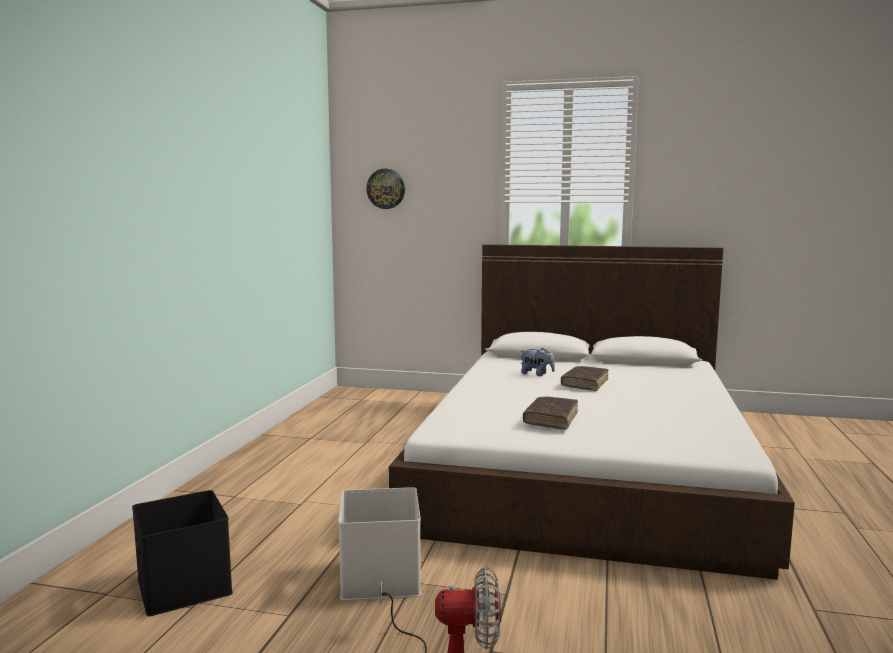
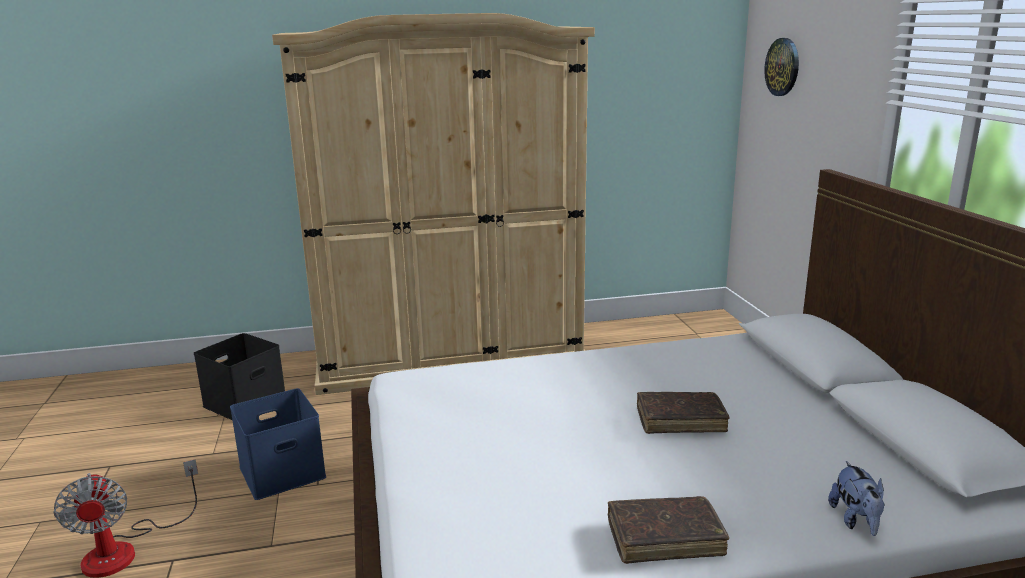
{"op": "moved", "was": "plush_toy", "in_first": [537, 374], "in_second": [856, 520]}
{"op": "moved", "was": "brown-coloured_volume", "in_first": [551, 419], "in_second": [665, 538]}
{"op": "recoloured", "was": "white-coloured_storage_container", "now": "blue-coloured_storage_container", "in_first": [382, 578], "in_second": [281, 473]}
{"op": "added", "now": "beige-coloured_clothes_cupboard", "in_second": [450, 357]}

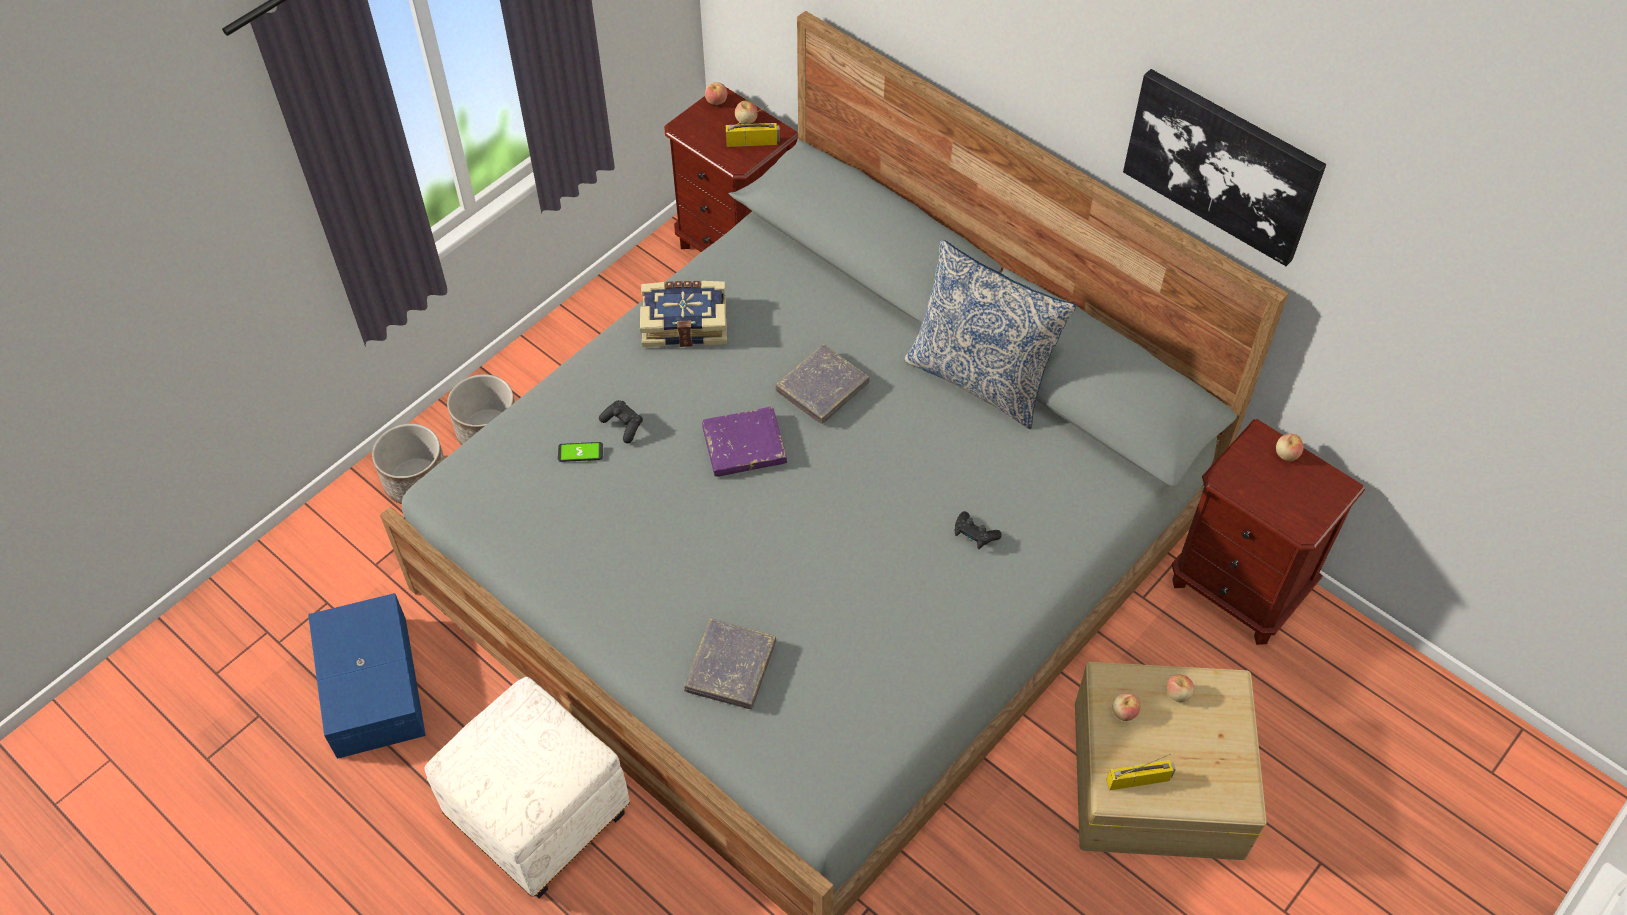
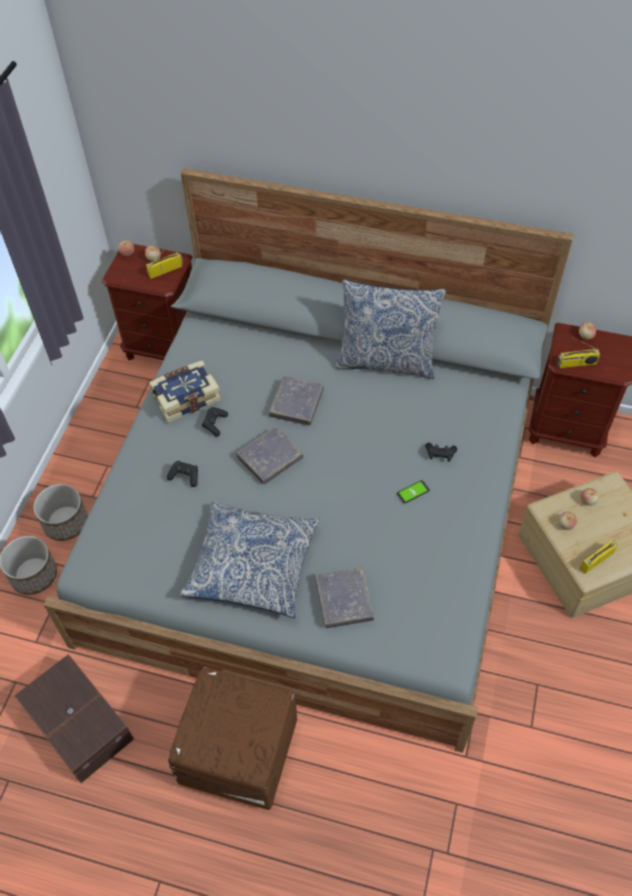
{"op": "removed", "was": "wall_art", "in_first": [1222, 165]}
{"op": "recoloured", "was": "purple_volume", "now": "grey_volume", "in_first": [744, 445], "in_second": [269, 457]}
{"op": "moved", "was": "phone", "in_first": [580, 452], "in_second": [413, 492]}
{"op": "recoloured", "was": "blue-coloured_storage_container", "now": "brown-coloured_storage_container", "in_first": [374, 685], "in_second": [79, 722]}
{"op": "recoloured", "was": "white-coloured_footrest", "now": "brown-coloured_footrest", "in_first": [541, 816], "in_second": [241, 754]}
{"op": "added", "now": "radio_set", "in_second": [576, 364]}
{"op": "added", "now": "blackish_game_controller", "in_second": [214, 424]}
{"op": "added", "now": "throw_pillow", "in_second": [252, 565]}

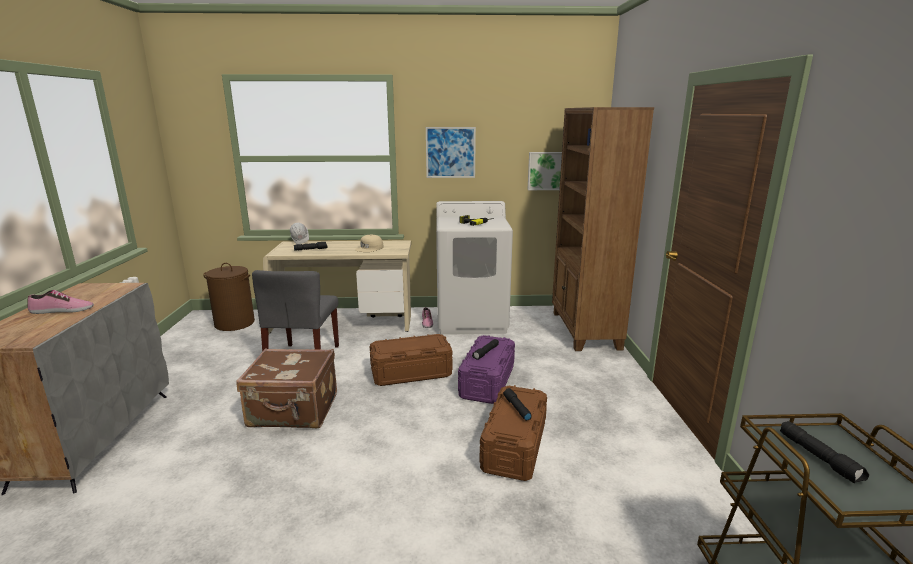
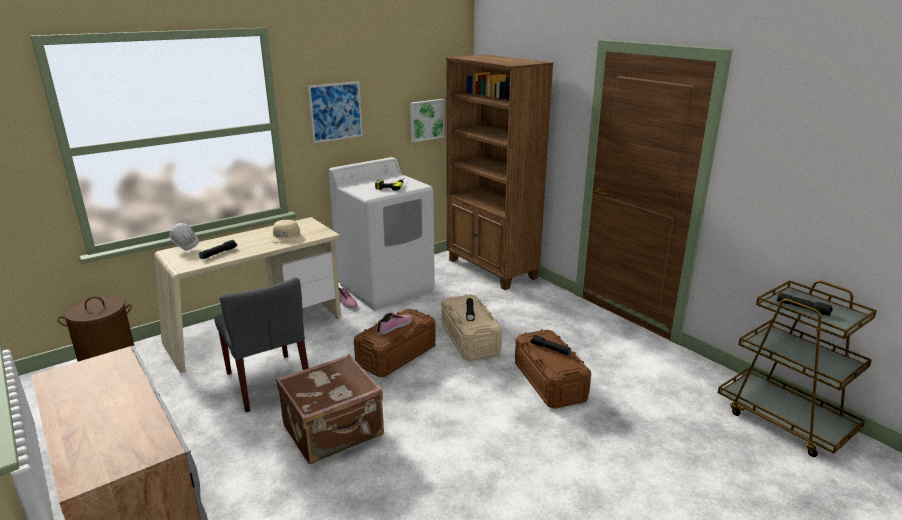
{"op": "moved", "was": "shoe", "in_first": [62, 310], "in_second": [395, 326]}
{"op": "recoloured", "was": "purple_storage_container", "now": "beige-coloured_storage_container", "in_first": [487, 382], "in_second": [470, 339]}

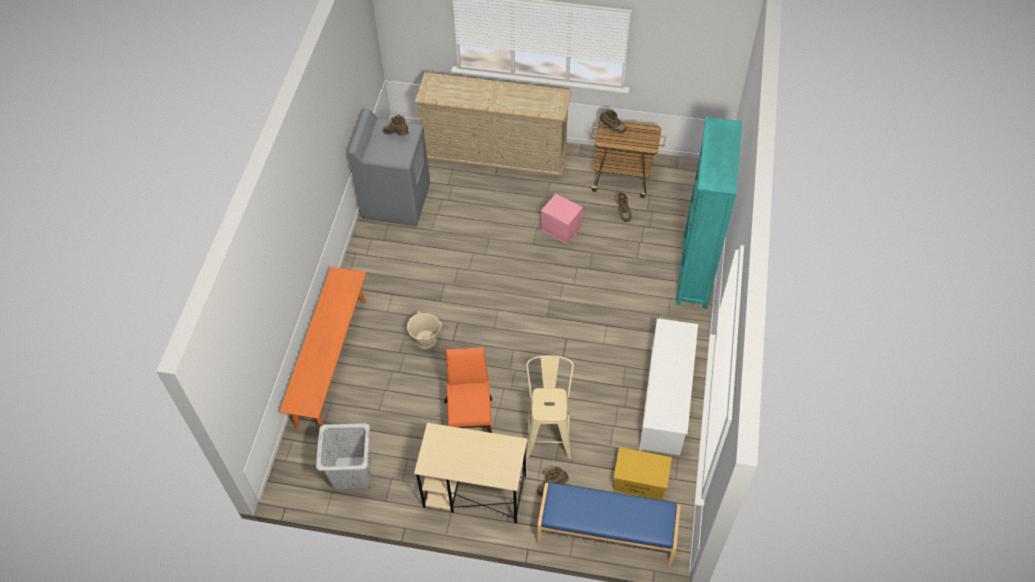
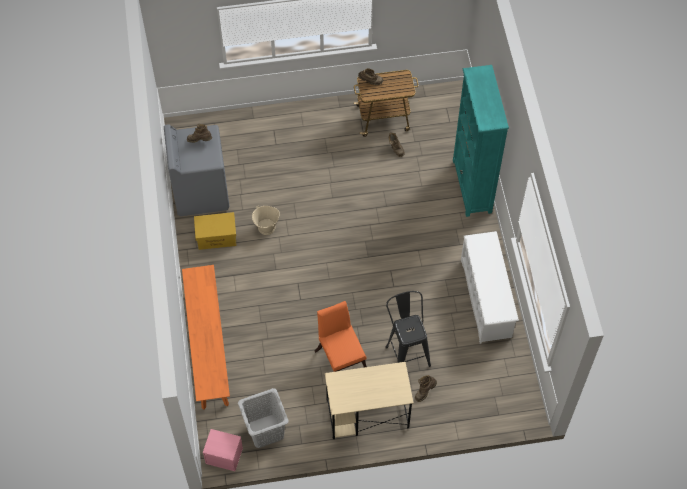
{"op": "removed", "was": "beige-coloured_dresser", "in_first": [496, 159]}
{"op": "moved", "was": "pink_storage_container", "in_first": [561, 228], "in_second": [224, 455]}
{"op": "moved", "was": "beige-coloured_bucket", "in_first": [425, 340], "in_second": [266, 227]}
{"op": "recoloured", "was": "beige-coloured_stool_seat", "now": "blackish_stool_seat", "in_first": [548, 434], "in_second": [406, 352]}
{"op": "moved", "was": "yellow-coloured_storage_container", "in_first": [639, 481], "in_second": [216, 237]}
{"op": "removed", "was": "blue-coloured_indoor_bench", "in_first": [606, 535]}

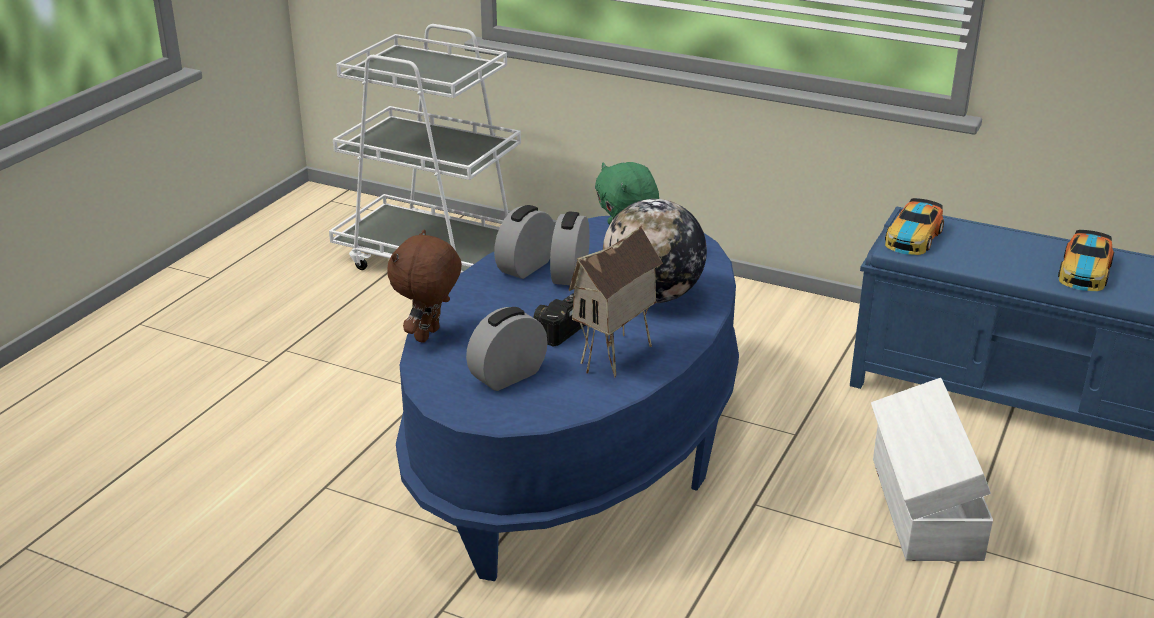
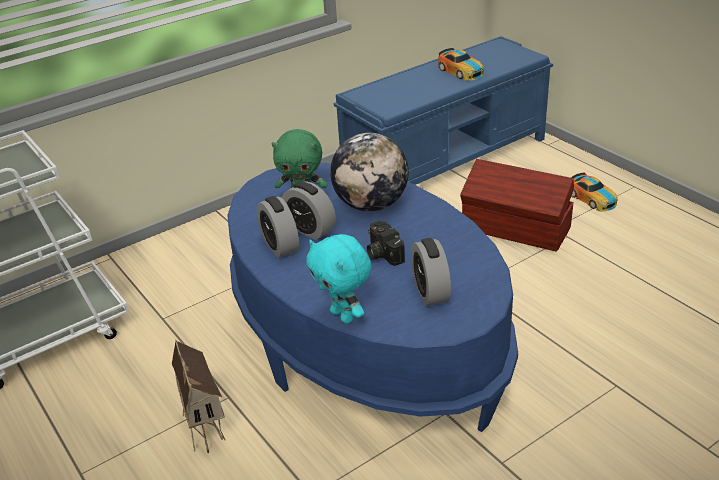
{"op": "moved", "was": "model_car", "in_first": [913, 237], "in_second": [592, 198]}
{"op": "moved", "was": "model_house", "in_first": [616, 359], "in_second": [206, 431]}
{"op": "recoloured", "was": "brown-coloured_plush_toy", "now": "turquoise_plush_toy", "in_first": [429, 336], "in_second": [343, 316]}
{"op": "recoloured", "was": "white-coloured_storage_container", "now": "brown-coloured_storage_container", "in_first": [923, 509], "in_second": [516, 229]}

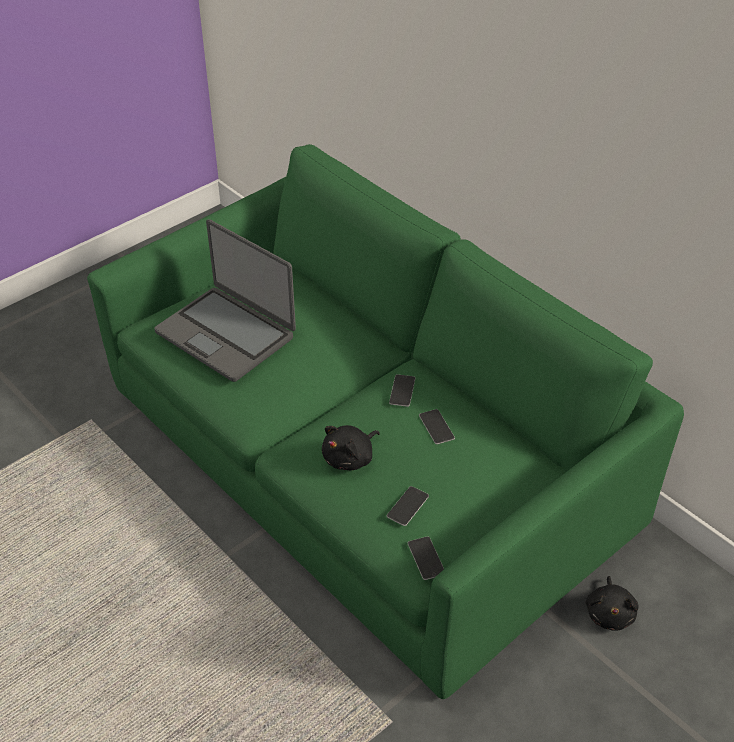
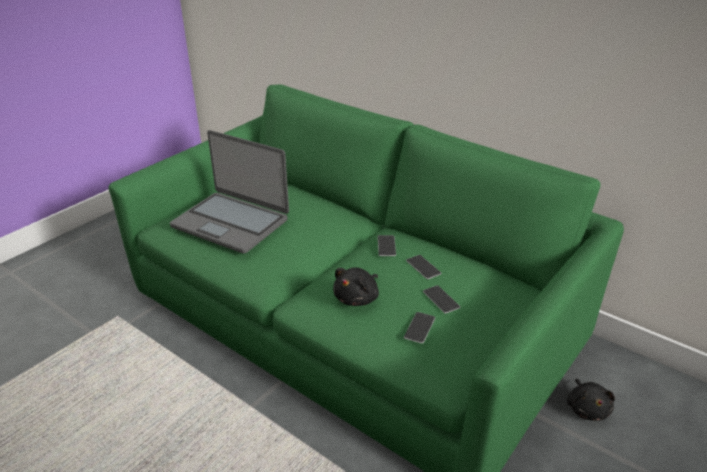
{"op": "moved", "was": "phone", "in_first": [426, 558], "in_second": [441, 299]}

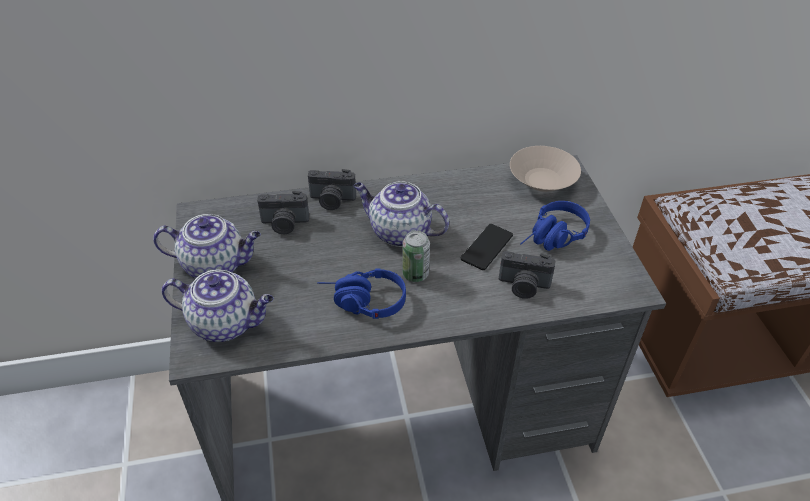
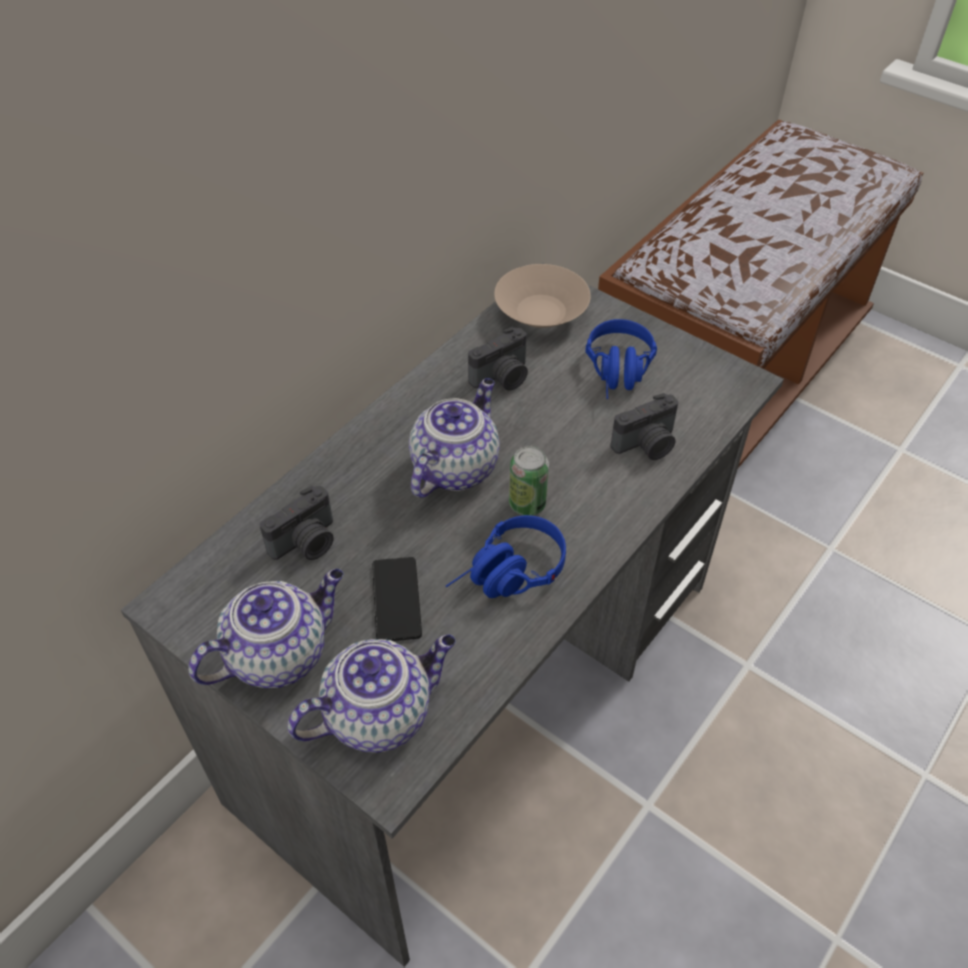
{"op": "moved", "was": "still_camera", "in_first": [332, 200], "in_second": [502, 378]}
{"op": "turned", "was": "pot_for_tea", "in_first": [398, 232], "in_second": [455, 466], "clockwise": 135}
{"op": "moved", "was": "phone", "in_first": [486, 247], "in_second": [396, 599]}

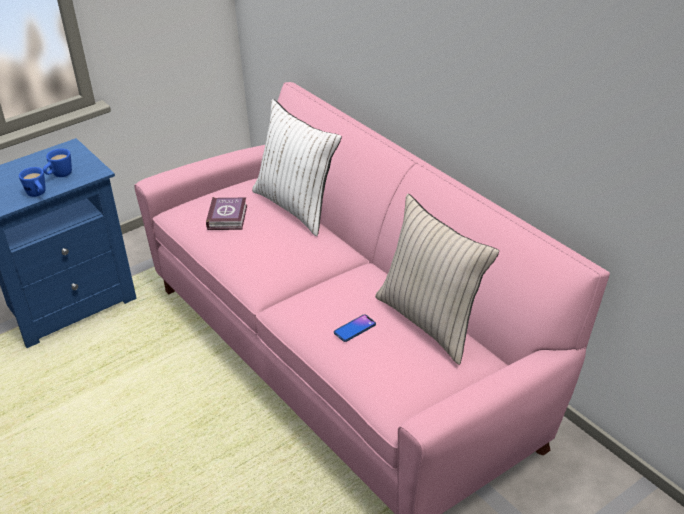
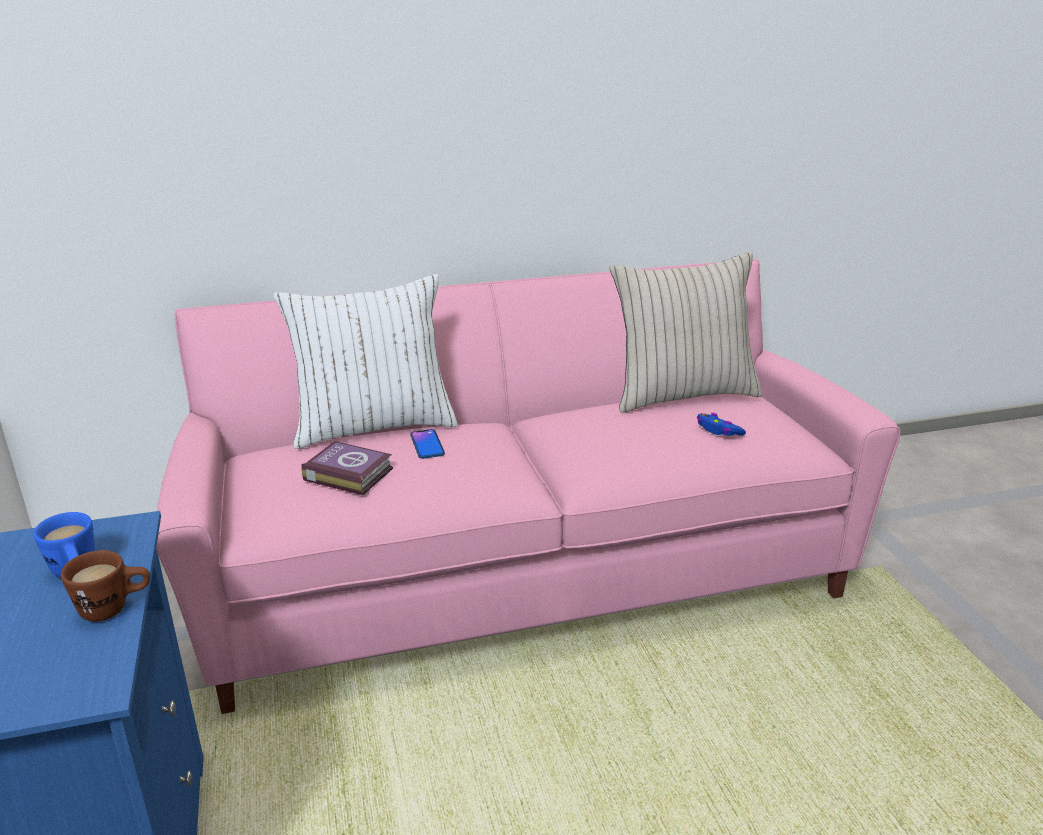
{"op": "recoloured", "was": "blue-coloured_tea_mug", "now": "brown-coloured_tea_mug", "in_first": [38, 194], "in_second": [115, 608]}
{"op": "moved", "was": "phone", "in_first": [355, 329], "in_second": [427, 445]}
{"op": "added", "now": "blue-coloured_game_controller", "in_second": [718, 430]}

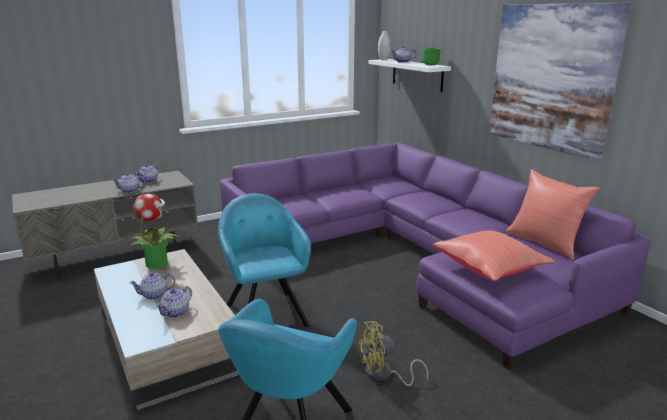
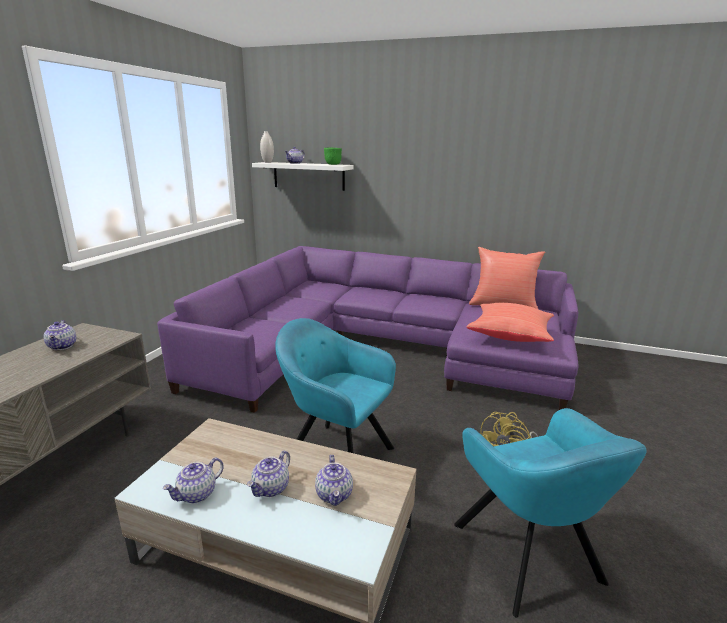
{"op": "removed", "was": "wall_art", "in_first": [551, 78]}
{"op": "moved", "was": "pot_for_tea", "in_first": [129, 191], "in_second": [197, 494]}
{"op": "removed", "was": "houseplant", "in_first": [157, 263]}

